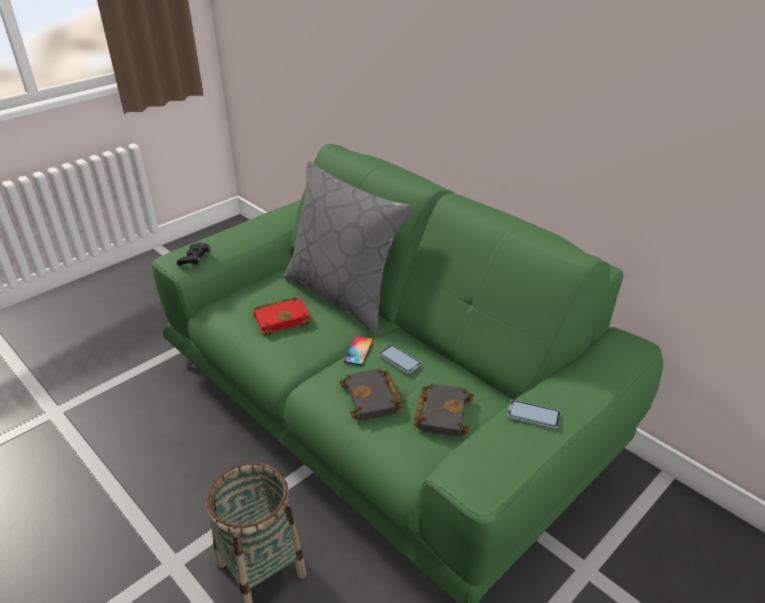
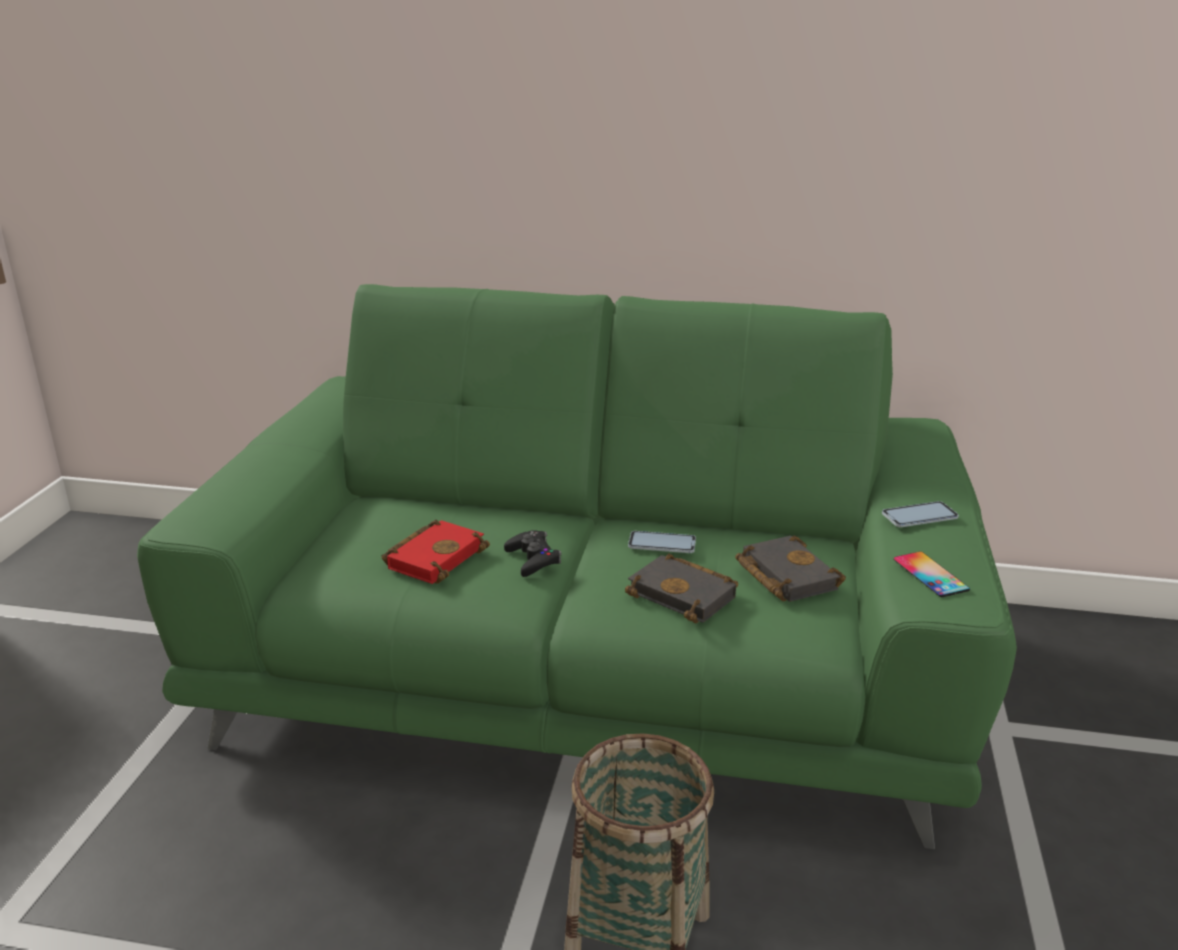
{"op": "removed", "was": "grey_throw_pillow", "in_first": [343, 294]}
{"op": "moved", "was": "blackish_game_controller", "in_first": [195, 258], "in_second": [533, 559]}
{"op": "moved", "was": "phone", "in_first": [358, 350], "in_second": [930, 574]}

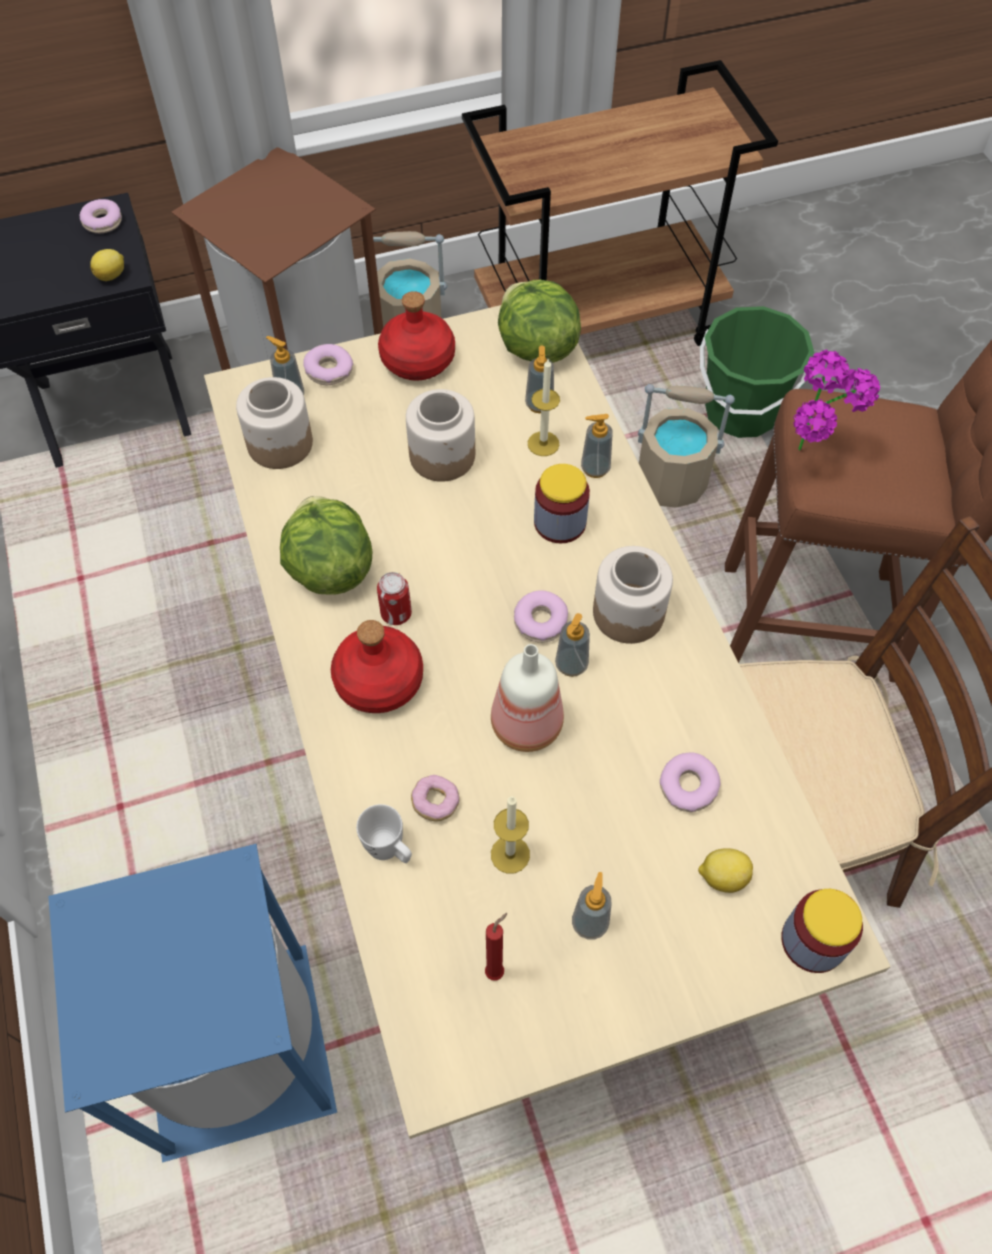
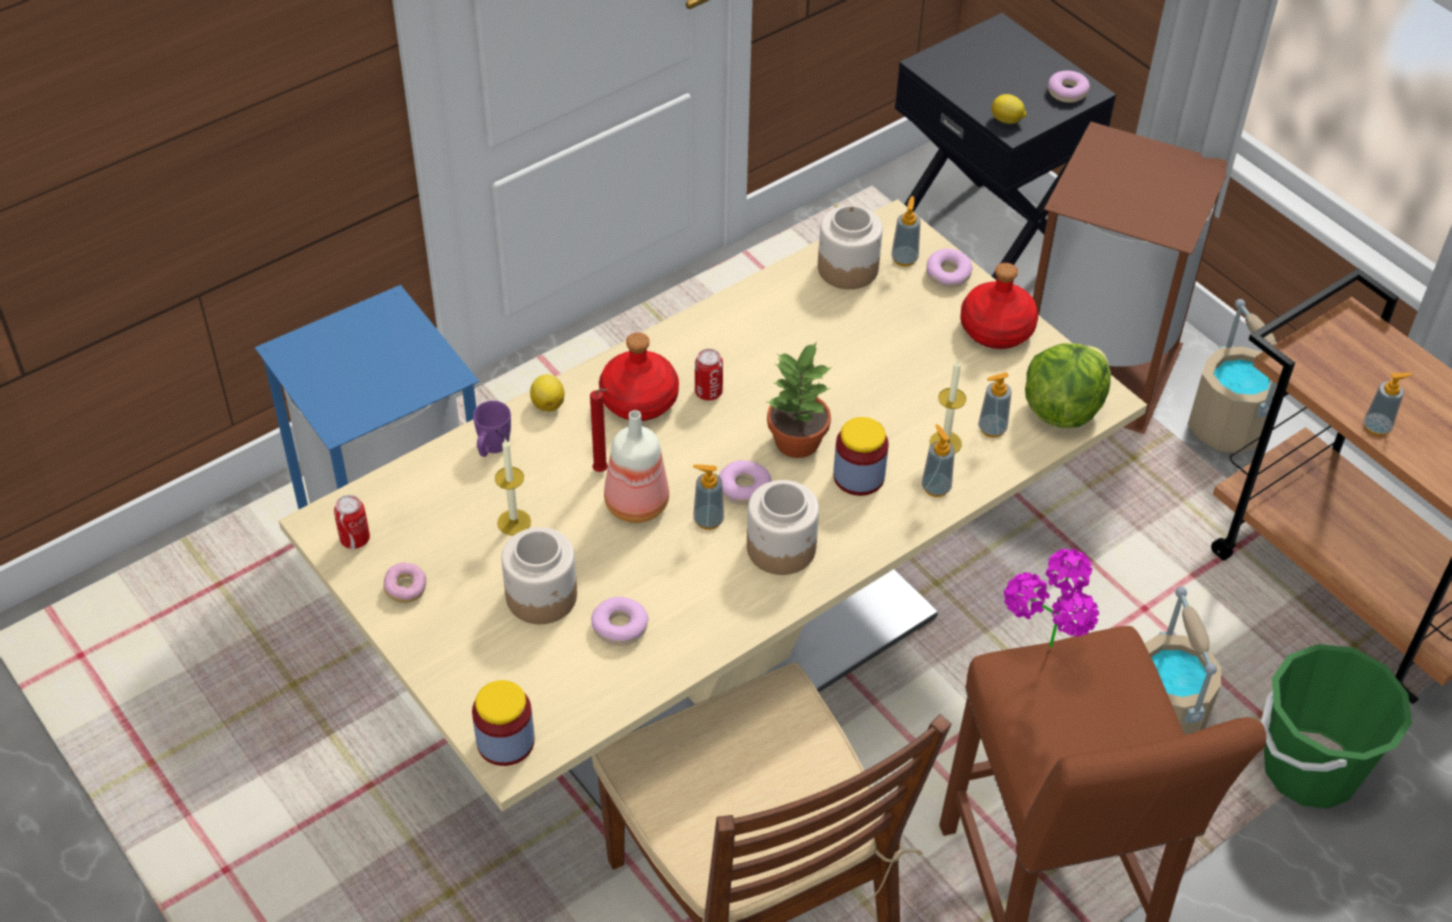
{"op": "moved", "was": "storage_jar", "in_first": [443, 455], "in_second": [542, 596]}
{"op": "removed", "was": "lettuce_head", "in_first": [329, 569]}
{"op": "moved", "was": "donut", "in_first": [435, 802], "in_second": [406, 589]}
{"op": "recoloured", "was": "white-coloured_tea_mug", "now": "purple_tea_mug", "in_first": [389, 849], "in_second": [492, 448]}
{"op": "moved", "was": "citrus_fruit", "in_first": [722, 876], "in_second": [548, 403]}
{"op": "moved", "was": "liquid_soap_bottle", "in_first": [590, 922], "in_second": [1377, 427]}
{"op": "moved", "was": "red-coloured_wax_candle", "in_first": [497, 970], "in_second": [602, 471]}
{"op": "added", "now": "houseplant", "in_second": [796, 441]}
{"op": "added", "now": "sealed_can", "in_second": [355, 539]}

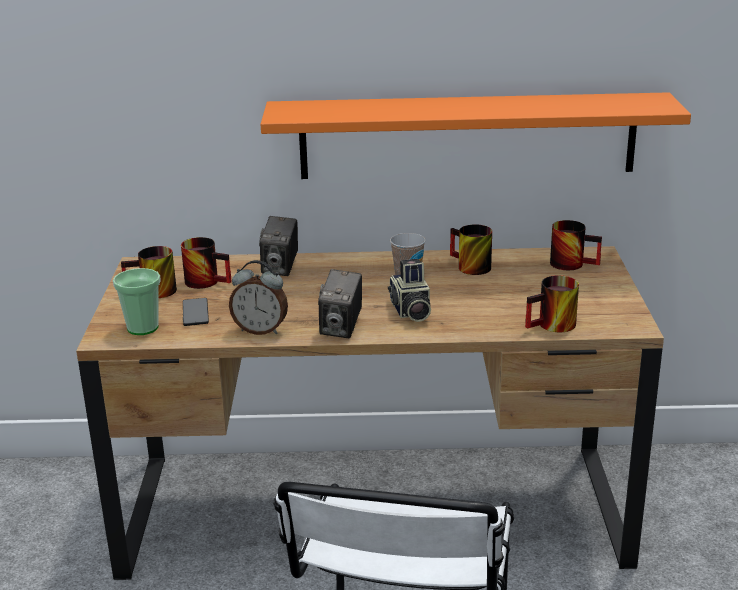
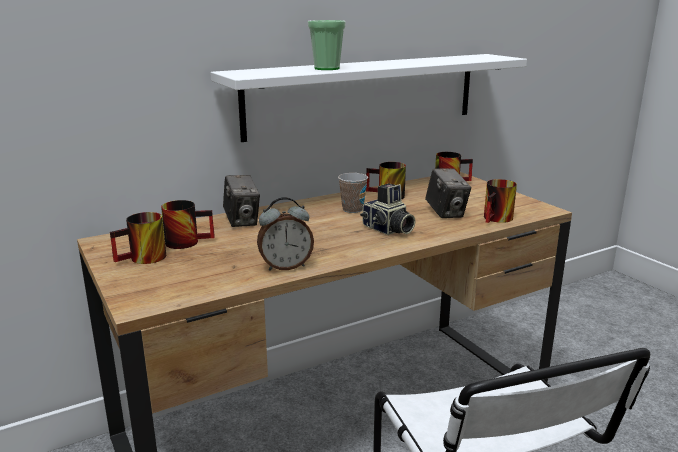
{"op": "recoloured", "was": "orangey_wall_shelf", "now": "white-coloured_wall_shelf", "in_first": [467, 136], "in_second": [364, 94]}
{"op": "moved", "was": "drinking_cup", "in_first": [143, 328], "in_second": [327, 68]}
{"op": "moved", "was": "still_camera", "in_first": [341, 328], "in_second": [446, 213]}
{"op": "removed", "was": "phone", "in_first": [195, 313]}

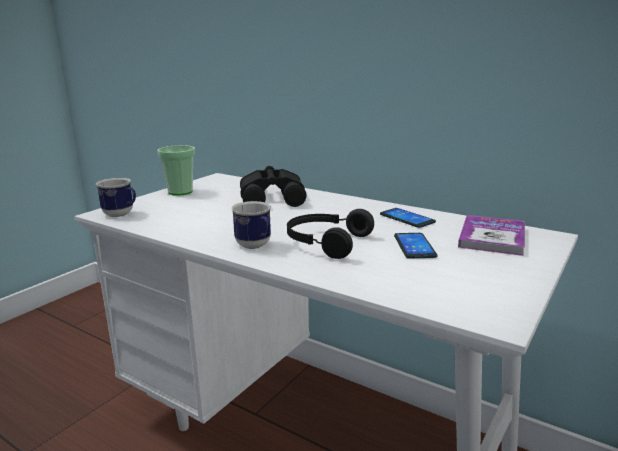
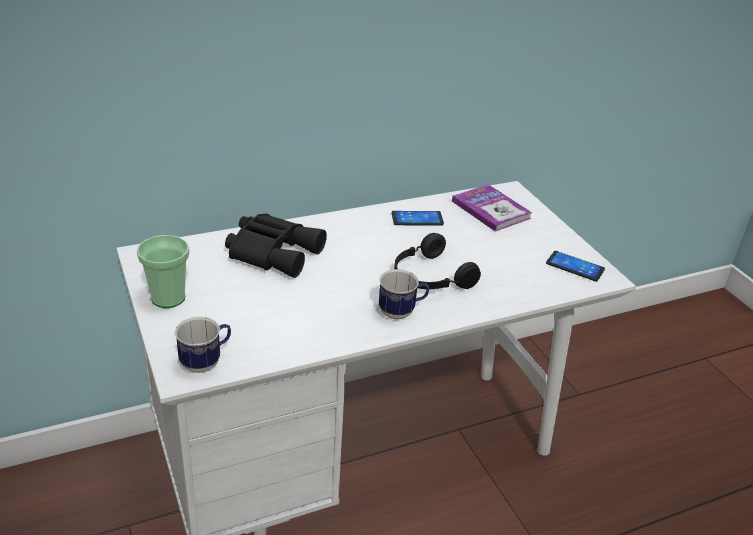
{"op": "moved", "was": "phone", "in_first": [414, 246], "in_second": [575, 267]}

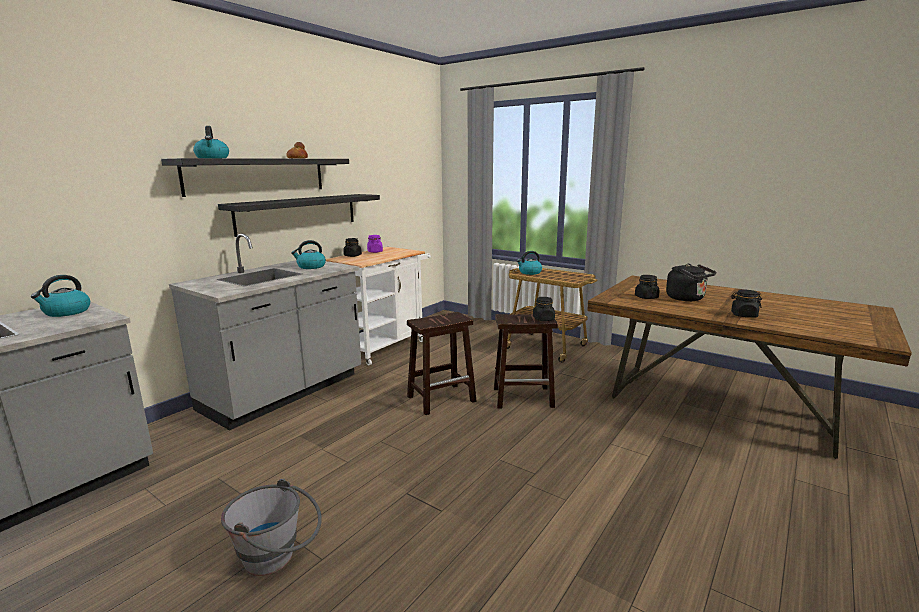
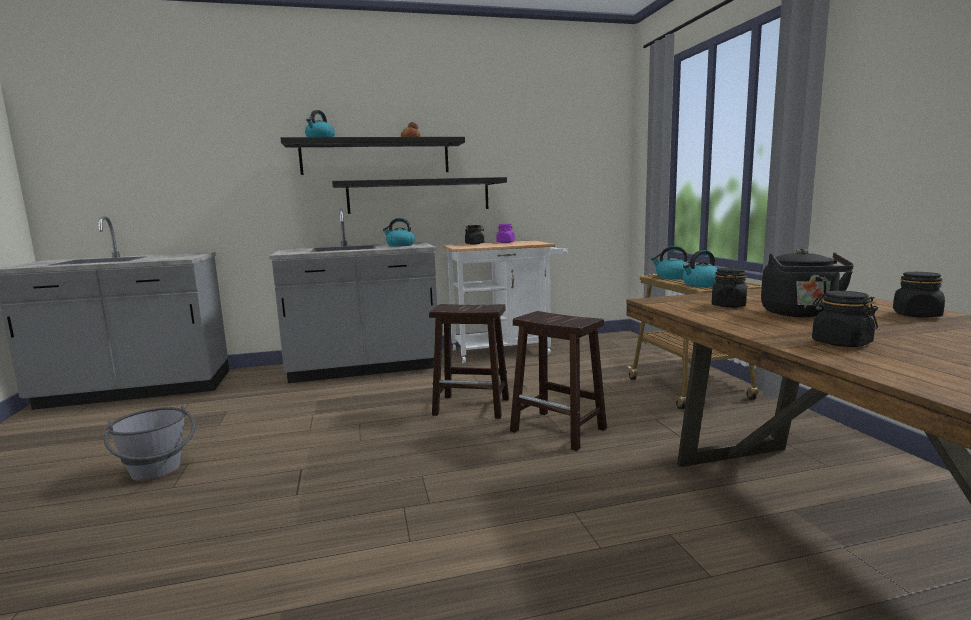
{"op": "moved", "was": "kettle", "in_first": [66, 312], "in_second": [700, 284]}
{"op": "moved", "was": "blackish_storage_jar", "in_first": [543, 319], "in_second": [916, 315]}

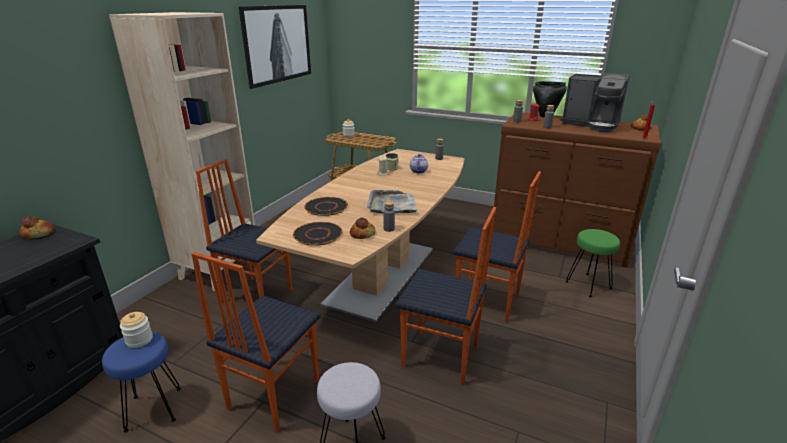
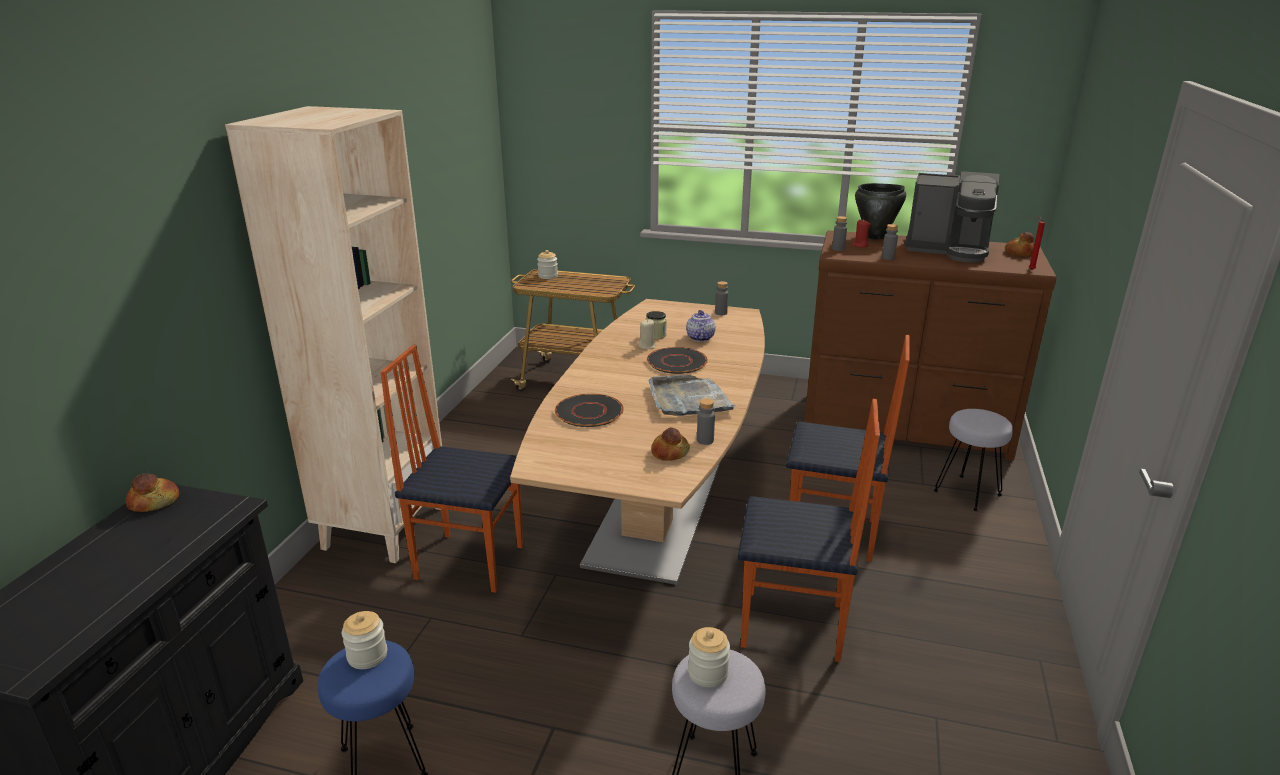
{"op": "removed", "was": "wall_art", "in_first": [277, 44]}
{"op": "moved", "was": "blackish_flat_dish", "in_first": [317, 234], "in_second": [677, 362]}
{"op": "recoloured", "was": "green_stool_seat", "now": "grey_stool_seat", "in_first": [588, 285], "in_second": [967, 492]}
{"op": "removed", "was": "plain_chair", "in_first": [272, 394]}
{"op": "added", "now": "storage_jar", "in_second": [708, 673]}

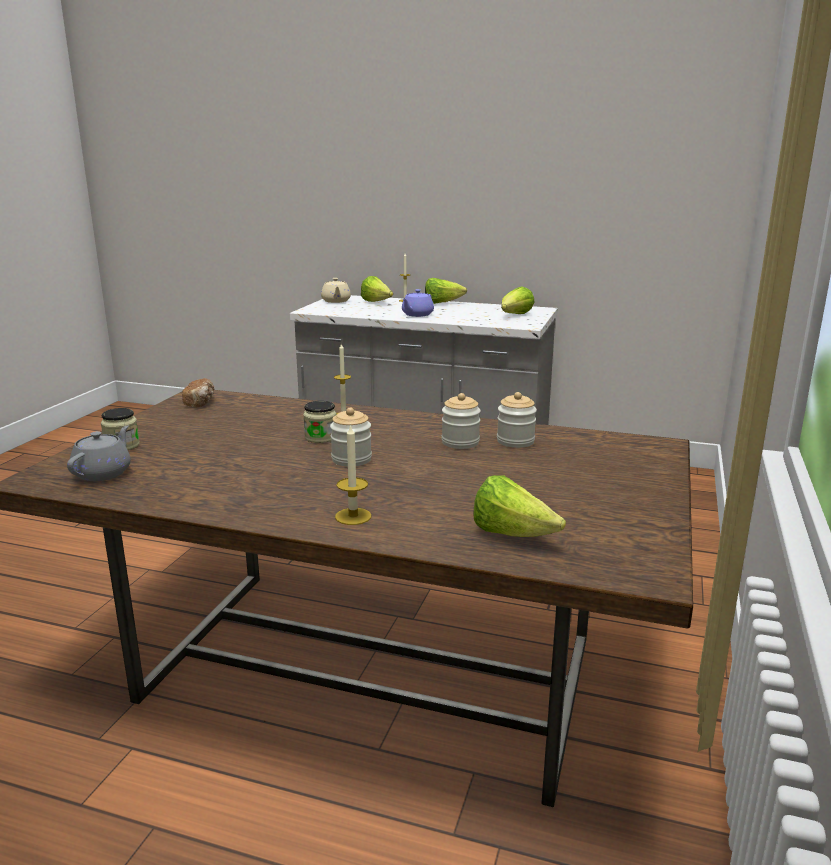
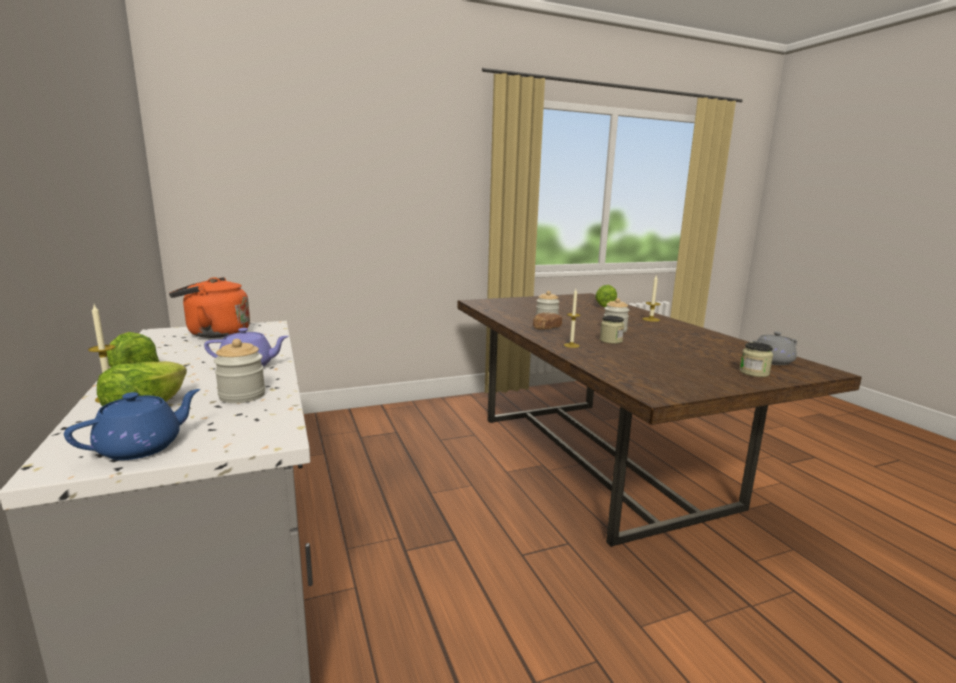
{"op": "recoloured", "was": "beige-coloured_pot_for_tea", "now": "blue-coloured_pot_for_tea", "in_first": [336, 301], "in_second": [142, 447]}
{"op": "replaced", "was": "lettuce_head", "now": "orangey_kettle", "in_first": [515, 315], "in_second": [215, 333]}
{"op": "moved", "was": "bread", "in_first": [200, 402], "in_second": [546, 328]}
{"op": "moved", "was": "storage_jar", "in_first": [515, 441], "in_second": [242, 396]}

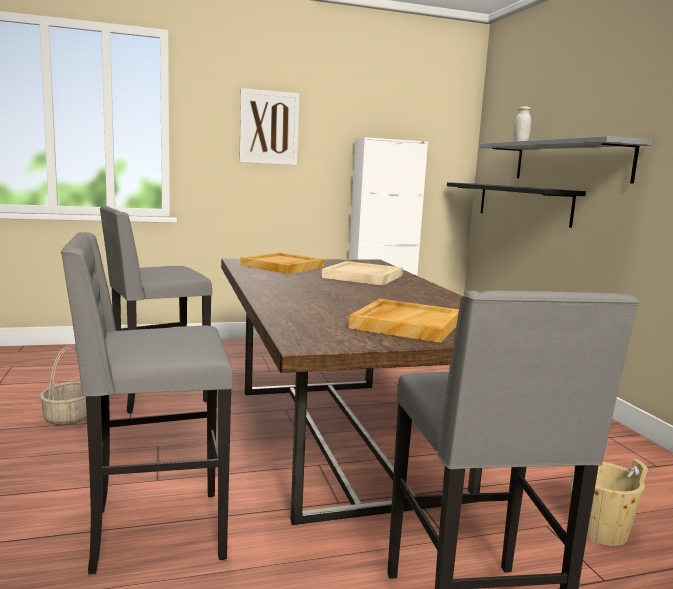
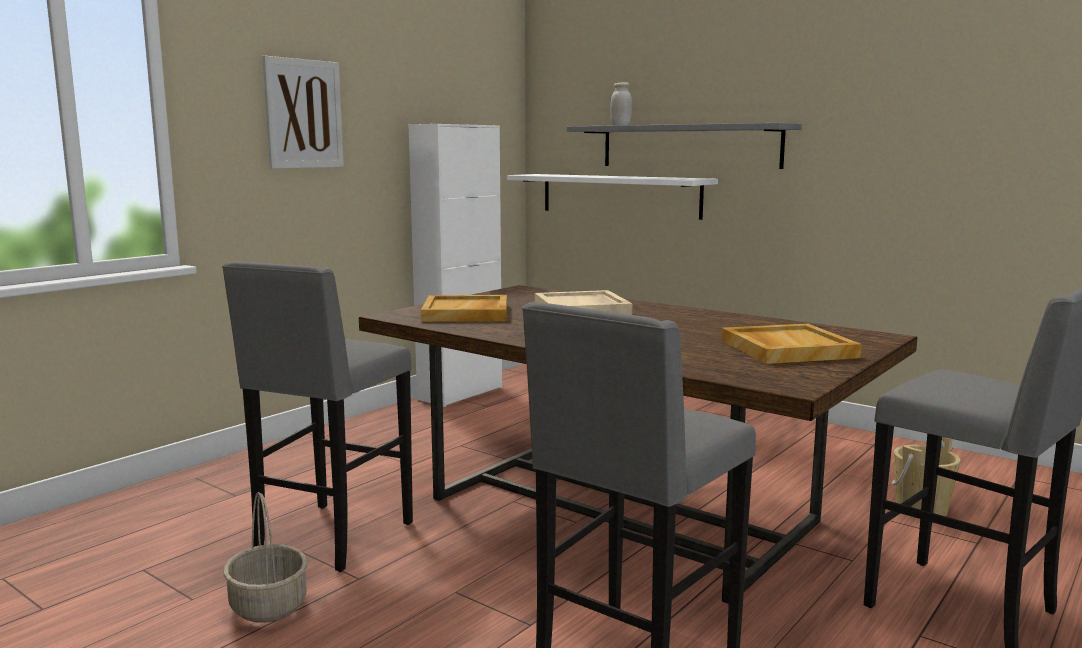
{"op": "recoloured", "was": "blackish_wall_shelf", "now": "white-coloured_wall_shelf", "in_first": [522, 203], "in_second": [619, 195]}

